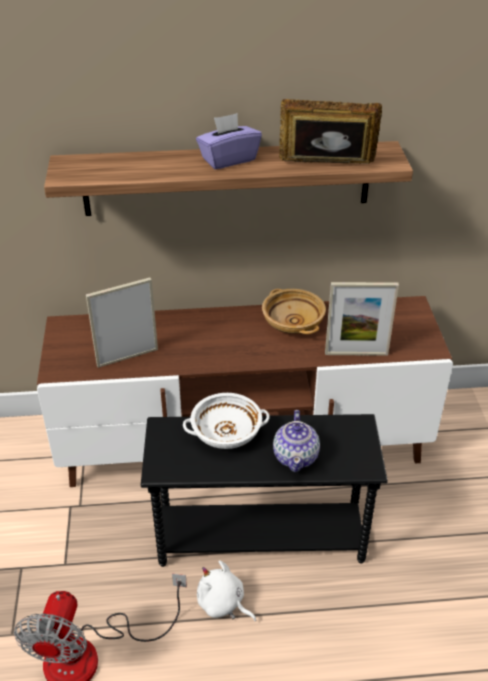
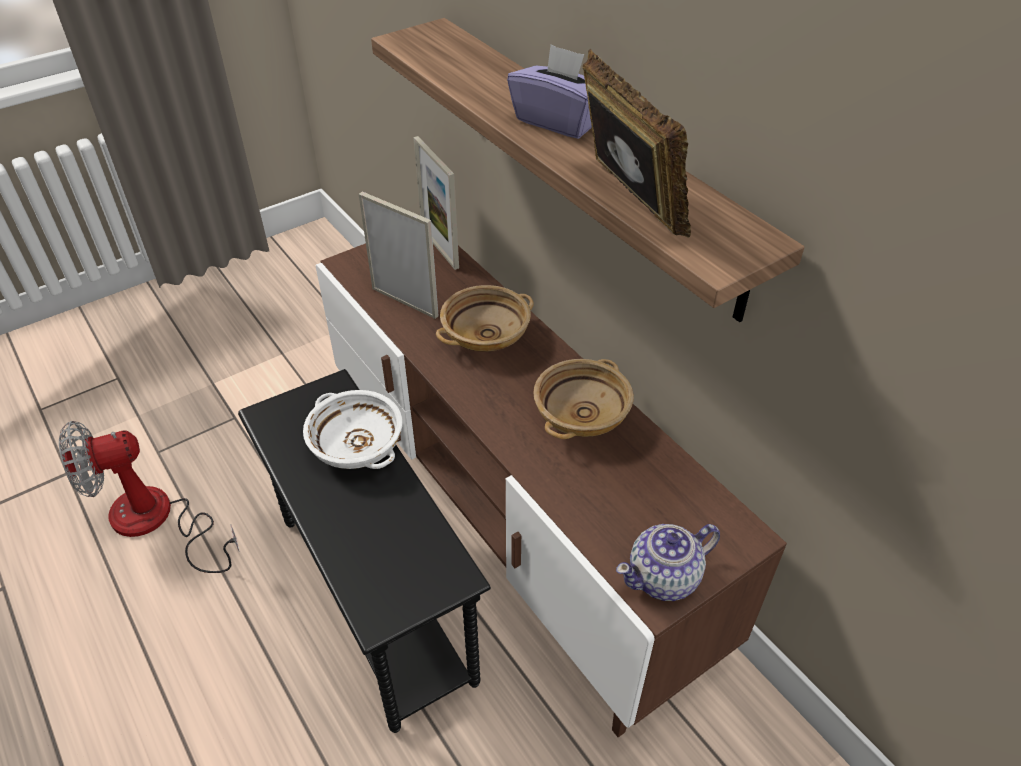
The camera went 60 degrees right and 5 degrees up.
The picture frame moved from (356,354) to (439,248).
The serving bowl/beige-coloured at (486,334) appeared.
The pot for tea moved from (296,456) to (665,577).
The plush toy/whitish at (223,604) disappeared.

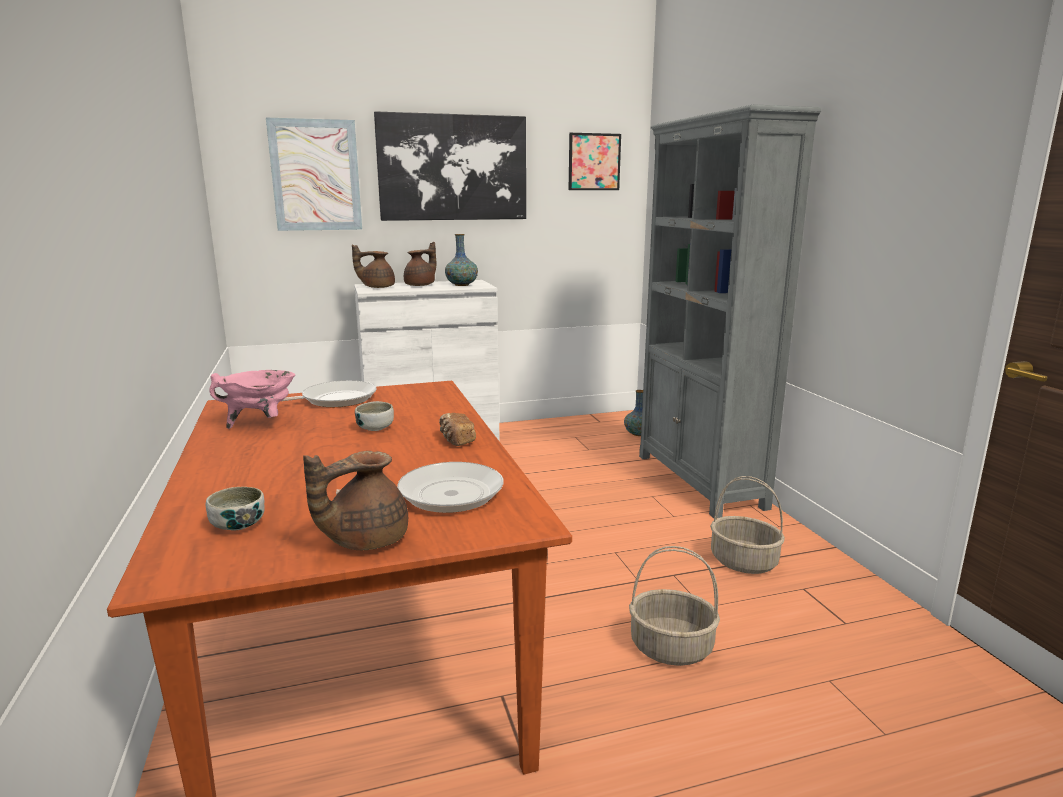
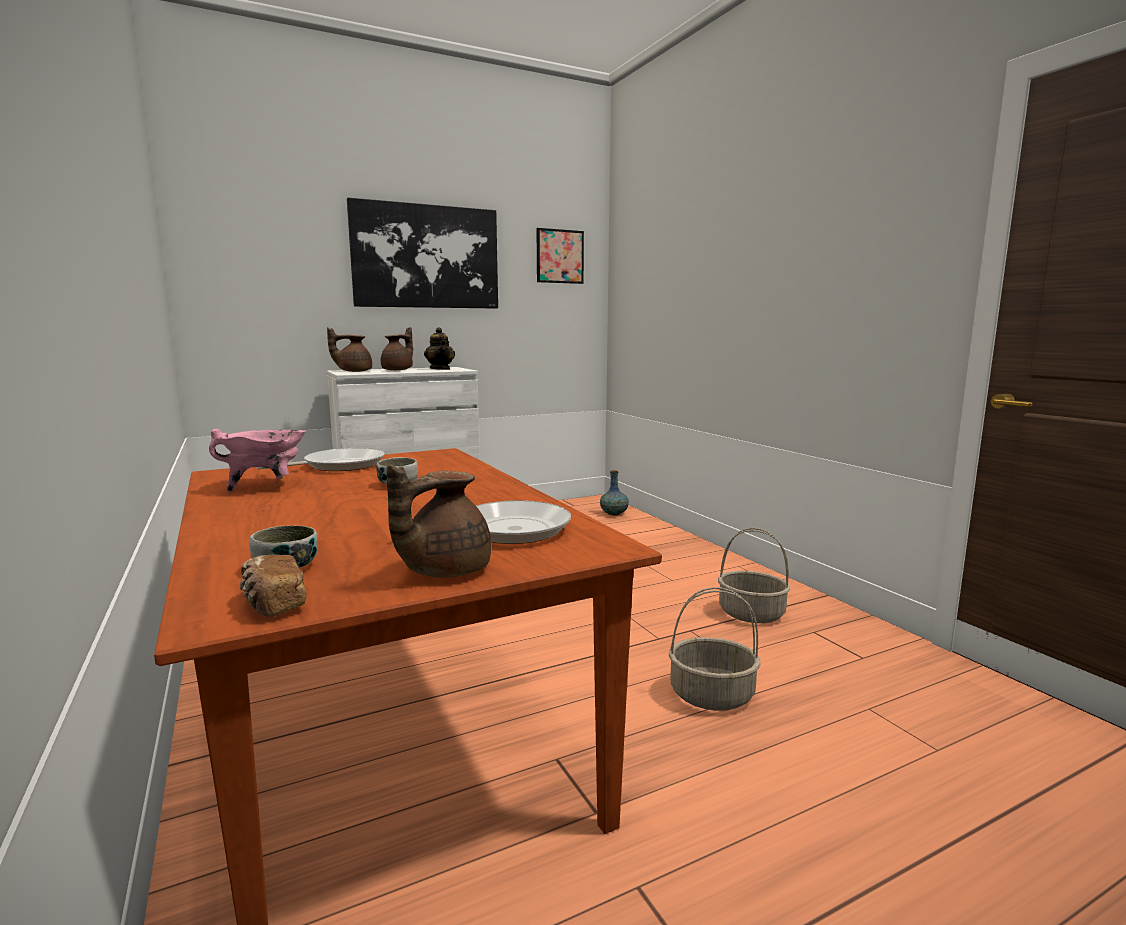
The camera went 10 degrees left and 5 degrees down.
The bread moved from (456,440) to (273,604).
The decorative vase at (462,285) was replaced by the pot for tea at (440,369).
The picture at (315,175) disappeared.
The bookshelf/greyish at (699,481) disappeared.

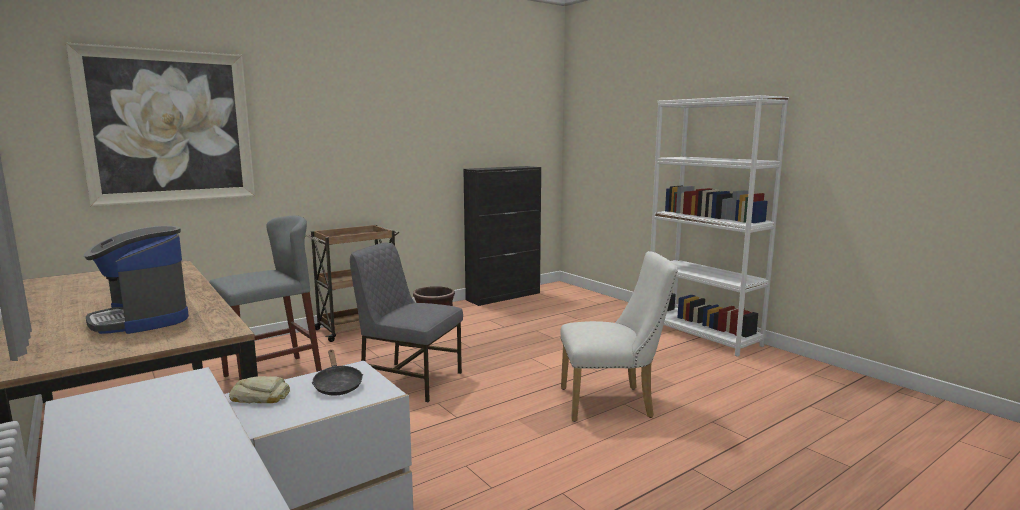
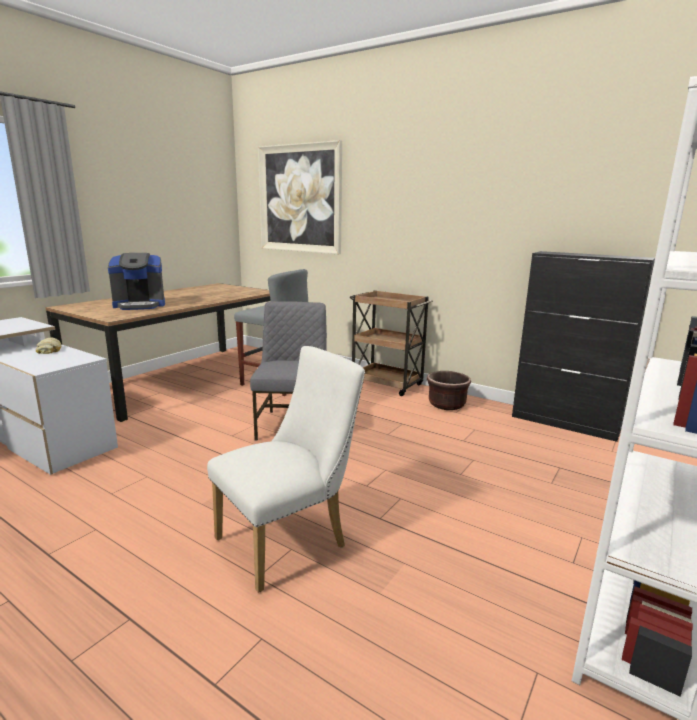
The camera went 70 degrees right and 5 degrees up.
The coffee maker at (142,319) turned 135 degrees counterclockwise.
The plain chair/whitish at (613,403) turned 105 degrees counterclockwise.
The skillet/black-coloured at (337,385) disappeared.

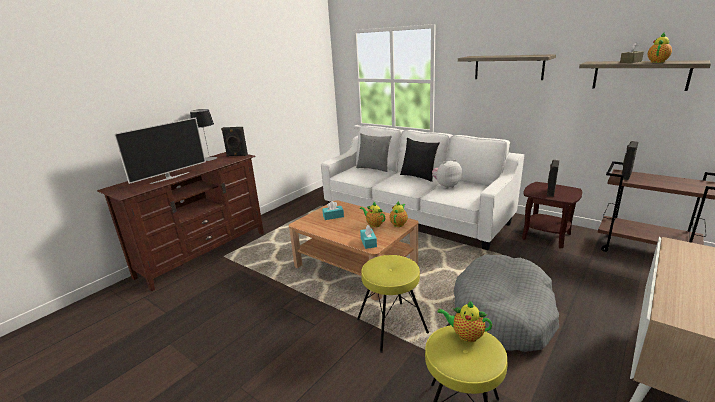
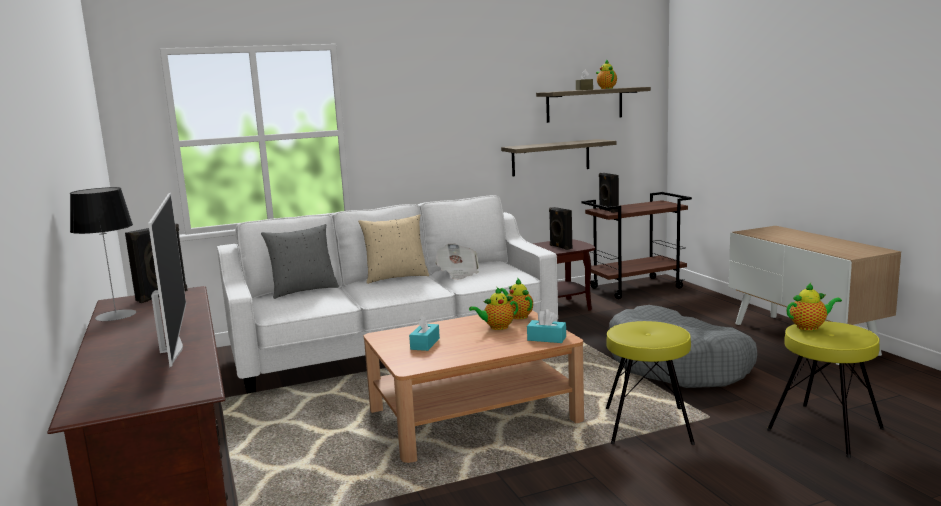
The camera went 60 degrees left and 10 degrees down.
The pillow/black-coloured at (419,176) became the pillow/beige-coloured at (396,277).
The plush toy at (446,186) was replaced by the newspaper at (458,273).
The wall shelf moved from (508,67) to (551,157).
The pot for tea at (465,335) turned 150 degrees counterclockwise.

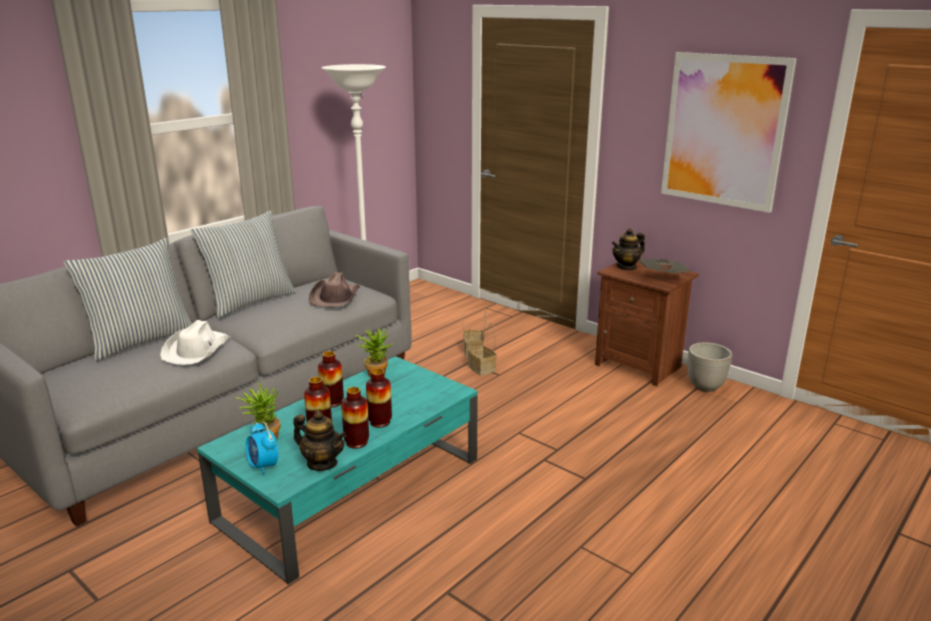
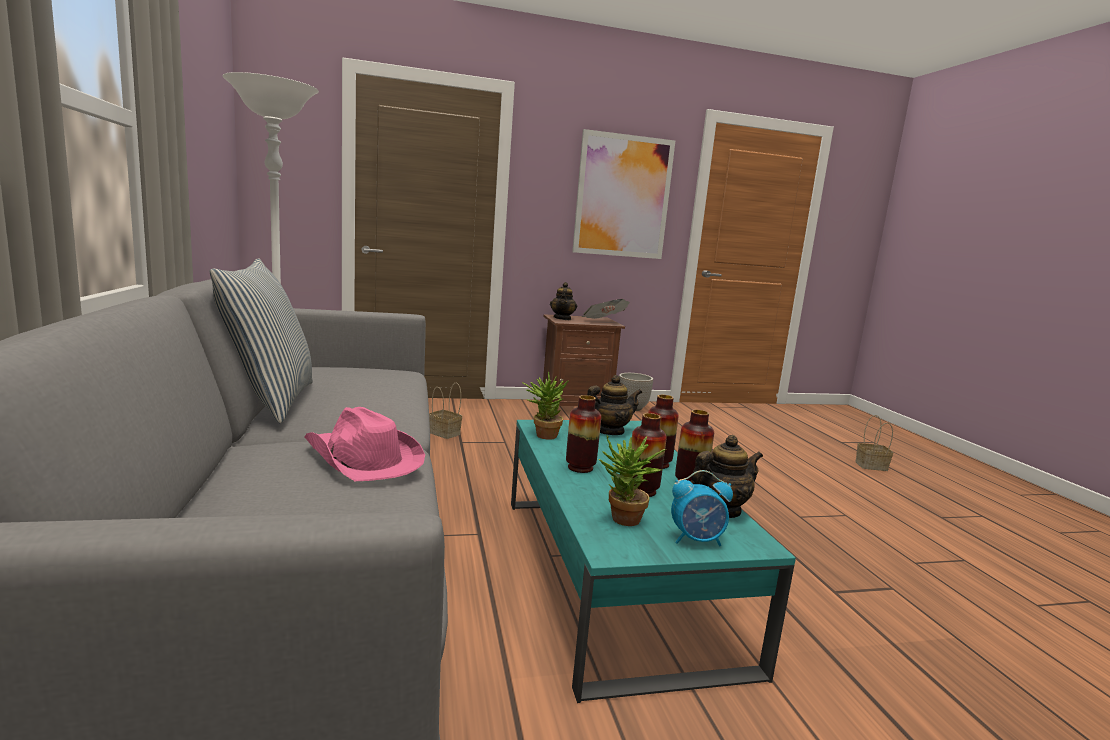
The camera went 55 degrees left and 10 degrees down.
The hat/whitish at (196,350) became the hat/pink-coloured at (362,458).
The pot for tea at (609,431) appeared.
The storage basket moved from (480,368) to (870,466).
The pillow at (140,340) disappeared.
The hat/brown at (335,297) disappeared.

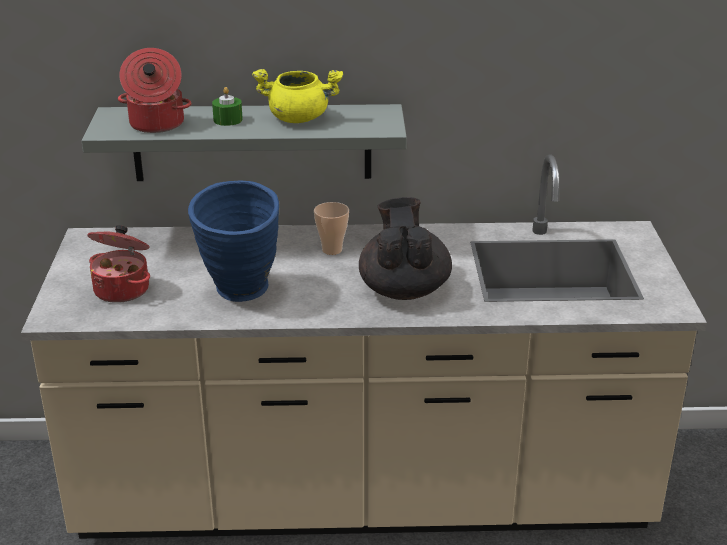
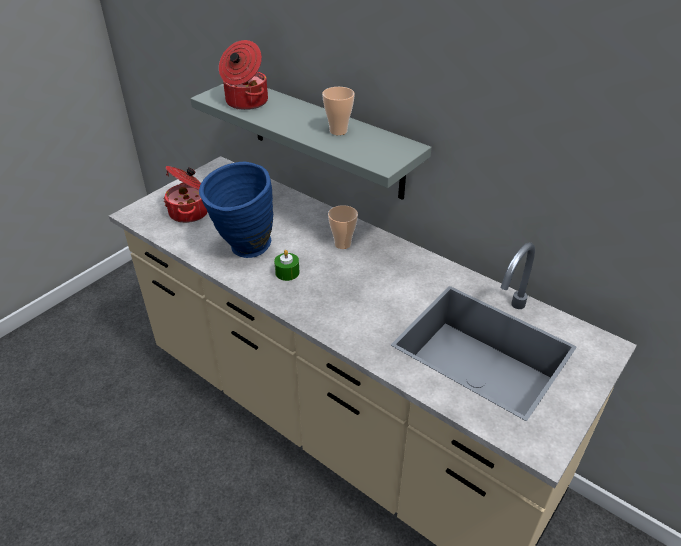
The camera went 40 degrees right and 10 degrees up.
The candle/green-coloured moved from (228,120) to (287,272).
The cooking pot/yellow-coloured at (299,118) was replaced by the cup at (338,131).
The pot for tea/black-coloured at (404,289) disappeared.

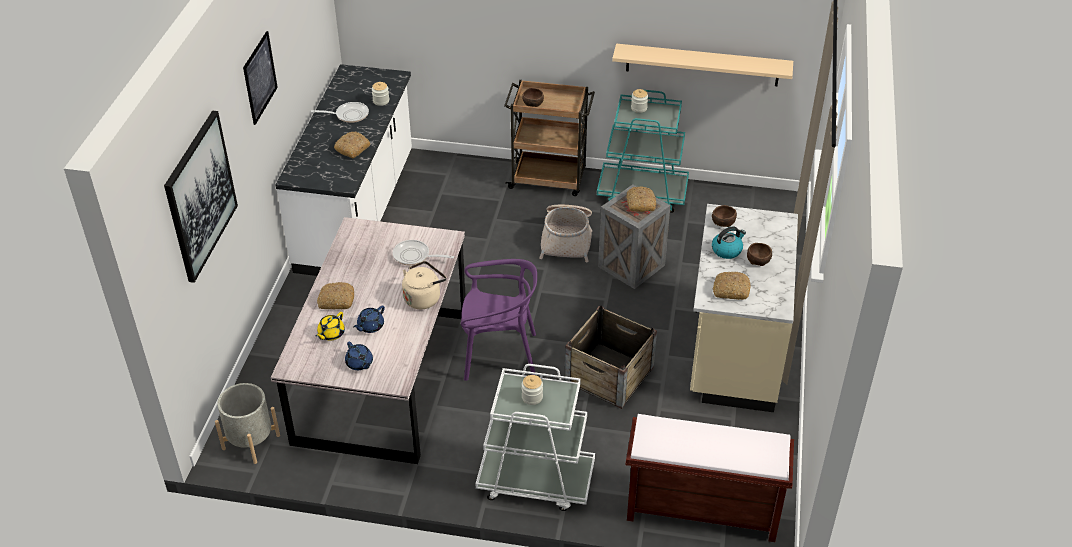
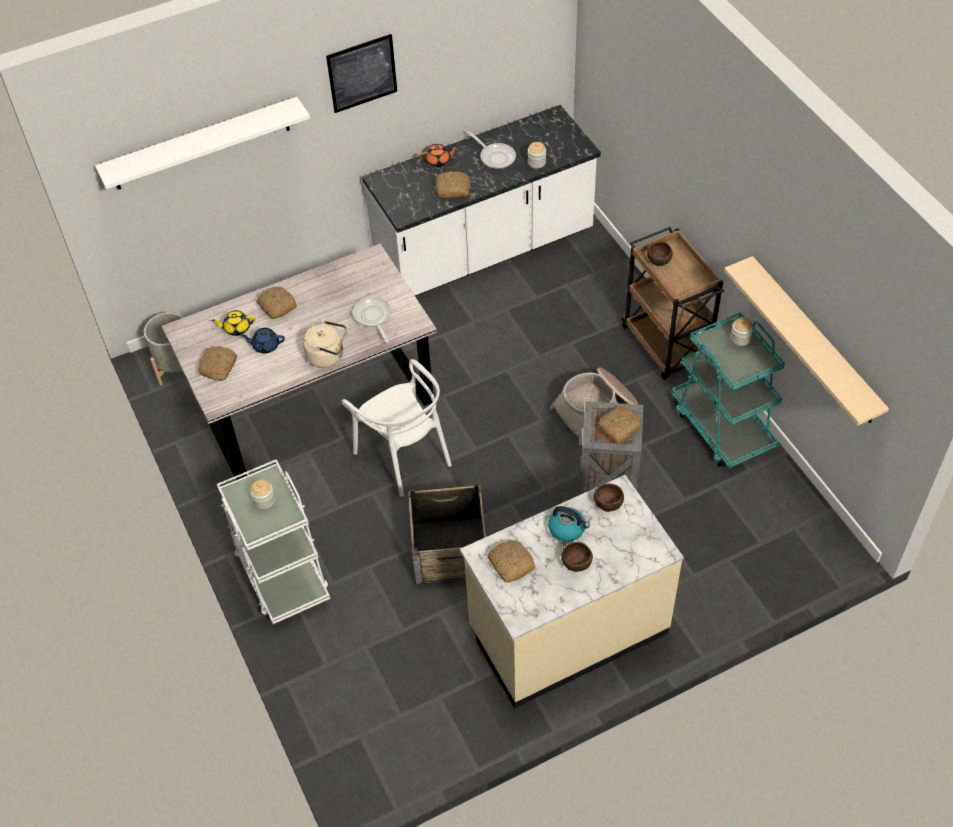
The camera went 55 degrees right and 10 degrees up.
The picture at (200,196) was replaced by the wall shelf/whitish at (201,144).
The pot for tea/blue-coloured at (359,363) was replaced by the bread at (218,367).
The plain chair/purple-coloured at (499,354) became the plain chair/whitish at (404,456).
The pot for tea/orangey at (438,161) appeared.
The indoor bench/brown at (700,510) disappeared.

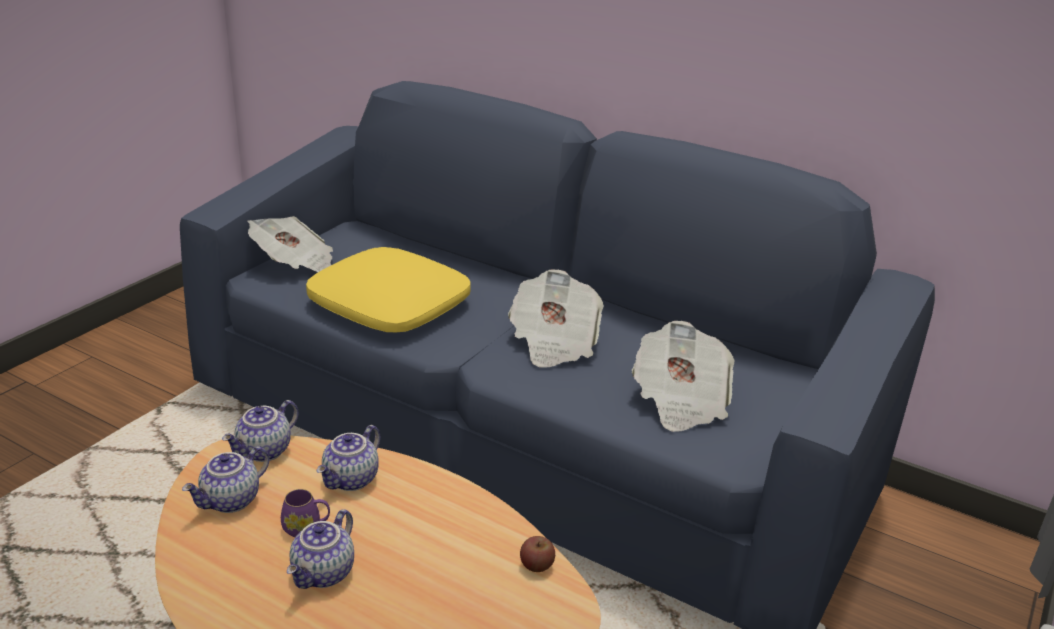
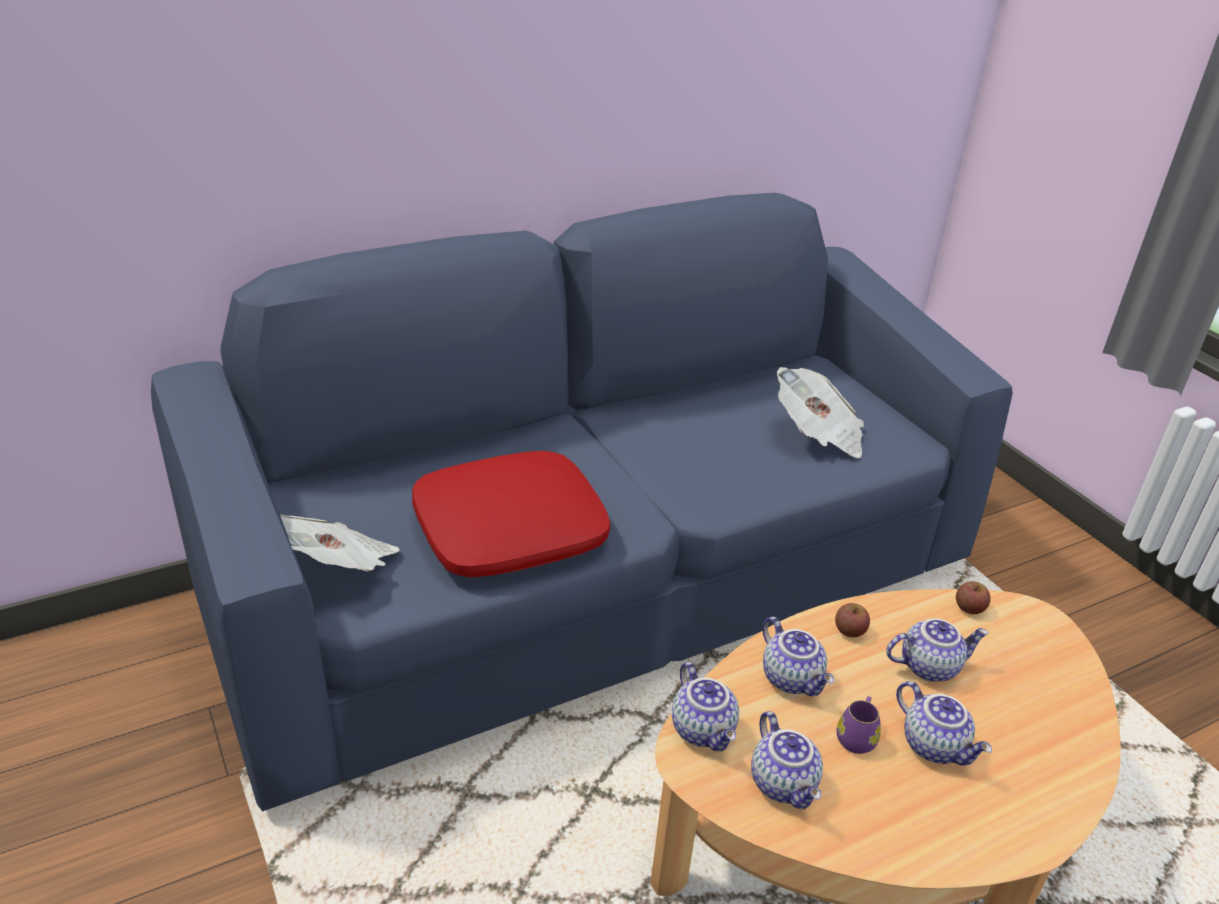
The camera went 60 degrees left and 5 degrees up.
The pillow/yellow-coloured at (390,306) became the pillow/red at (510,530).
The apple at (849,631) appeared.
The pot for tea at (929,666) appeared.
The newspaper at (553,342) disappeared.

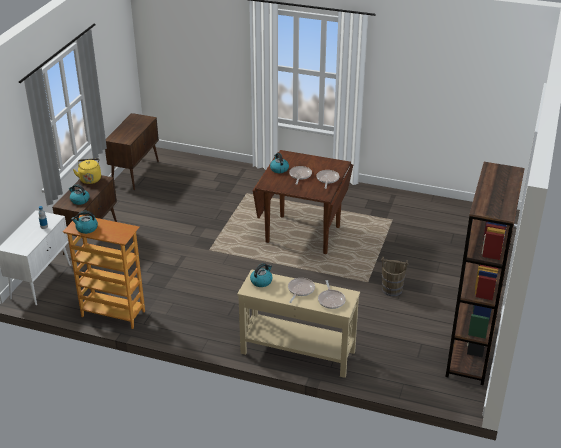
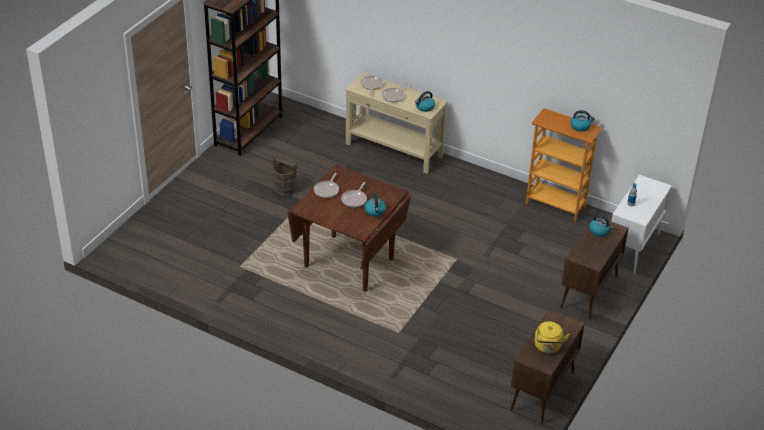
The camera went 170 degrees left and 5 degrees up.
The tea kettle/yellow-coloured moved from (90,179) to (548,347).

